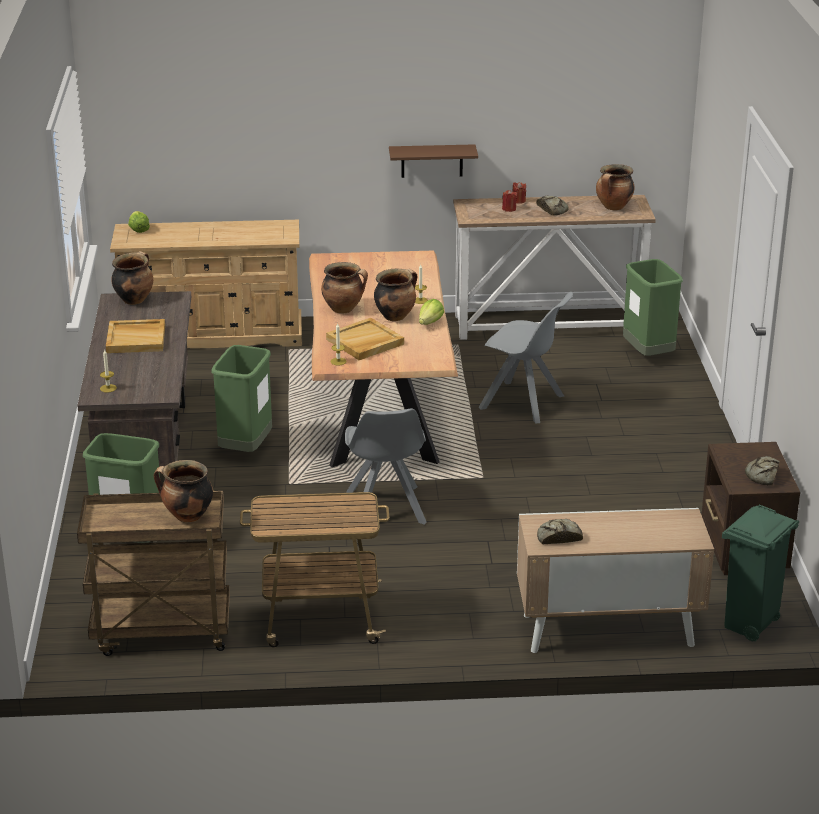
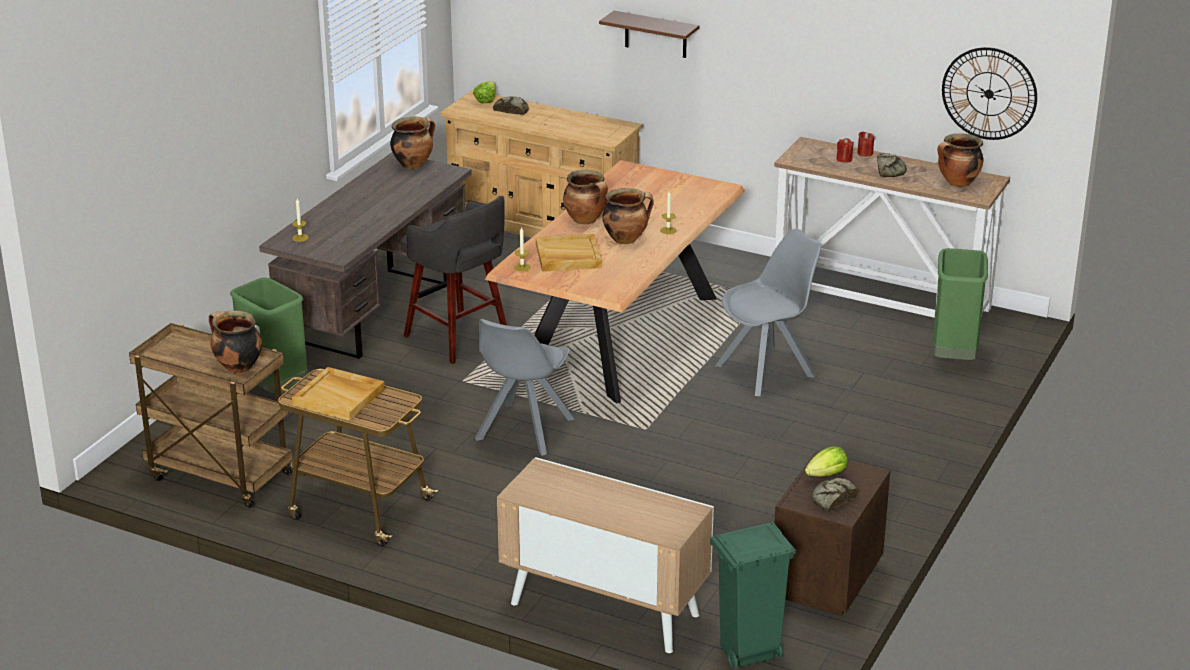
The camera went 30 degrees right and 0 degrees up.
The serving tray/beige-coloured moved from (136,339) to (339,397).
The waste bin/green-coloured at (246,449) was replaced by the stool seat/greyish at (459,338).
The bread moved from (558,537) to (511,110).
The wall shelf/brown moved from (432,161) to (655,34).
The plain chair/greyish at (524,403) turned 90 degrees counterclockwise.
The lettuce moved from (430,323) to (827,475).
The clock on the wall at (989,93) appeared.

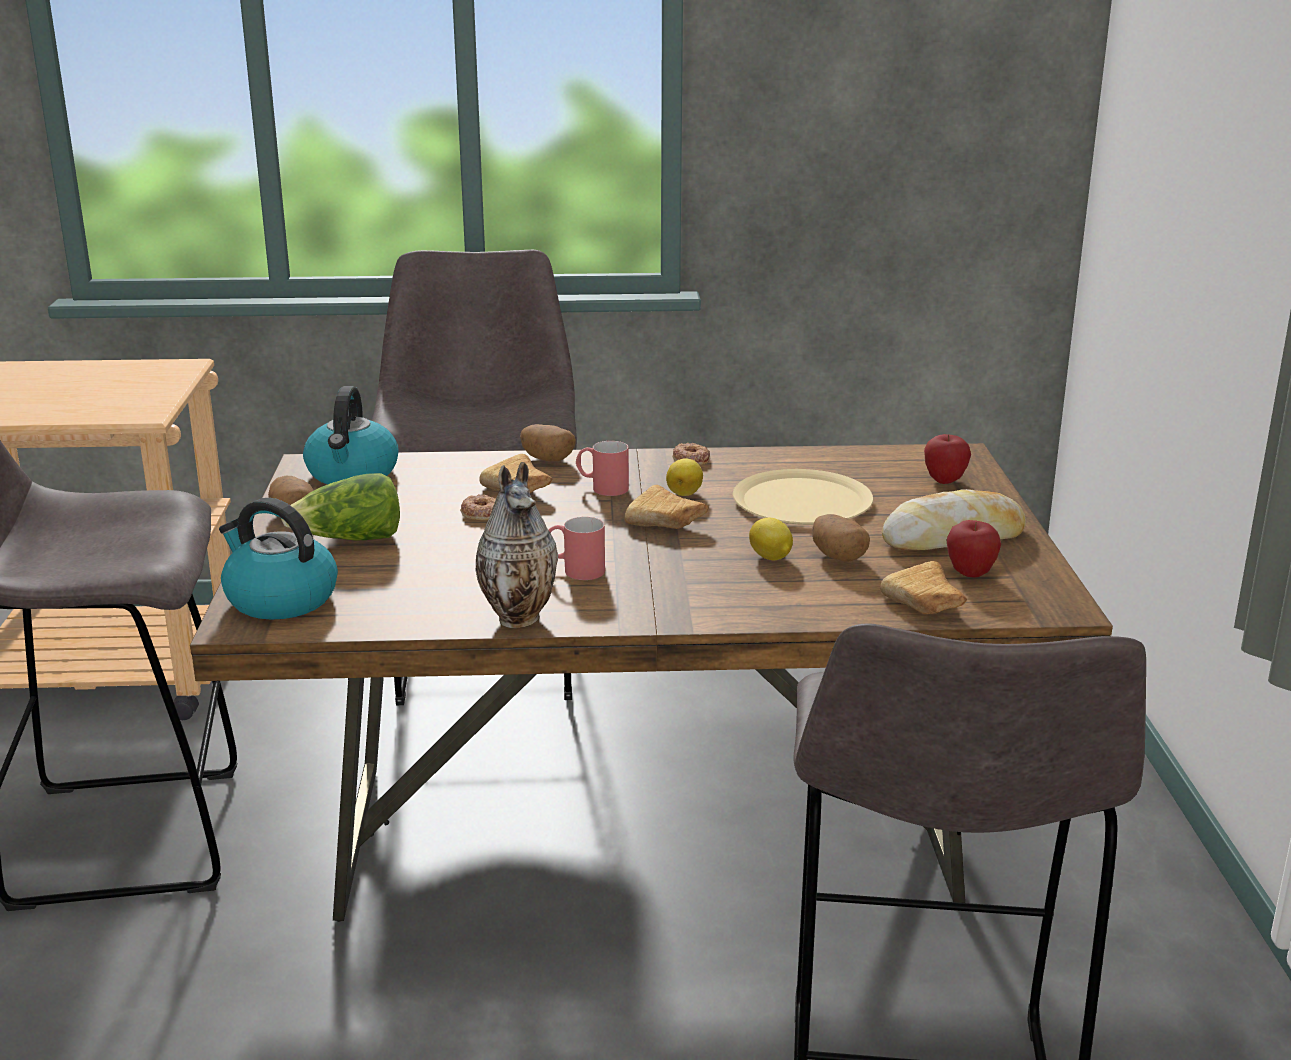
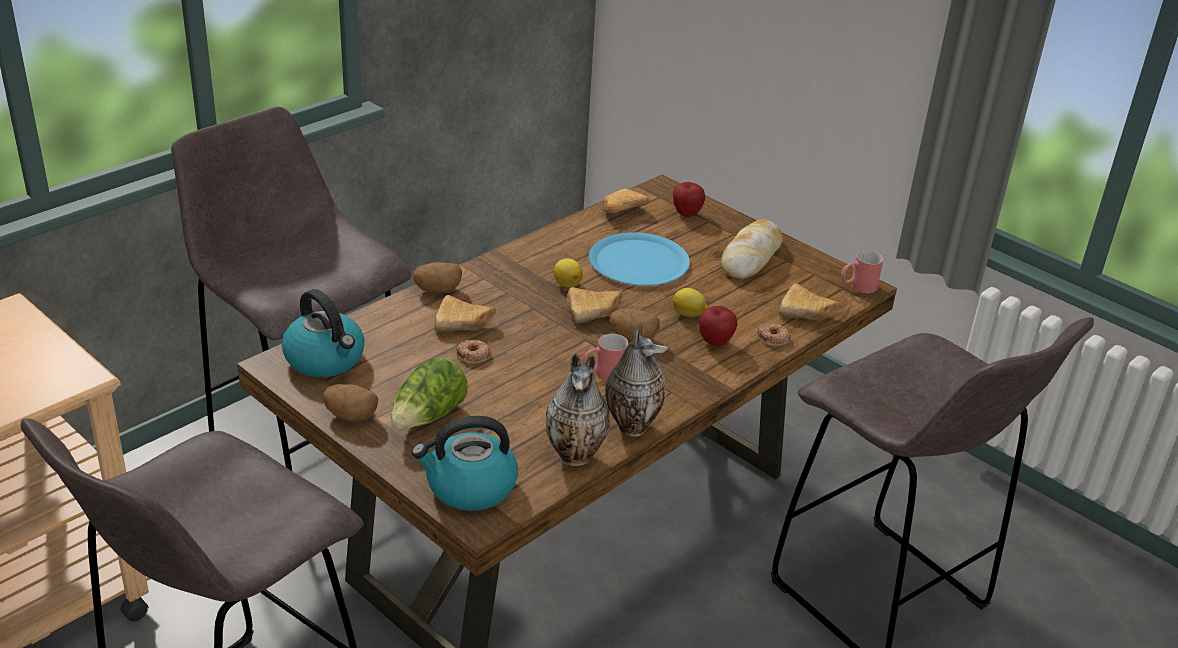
The camera went 45 degrees left and 10 degrees up.
The decorative vase at (577,456) appeared.
The plate/beige-coloured at (802,501) became the plate/blue-coloured at (639,262).
The bread at (620,212) appeared.
The whole potato moved from (838,557) to (632,337).
The apple moved from (970,574) to (715,342).
The doughnut moved from (691,459) to (773,338).
The tea mug/red moved from (602,488) to (857,287).

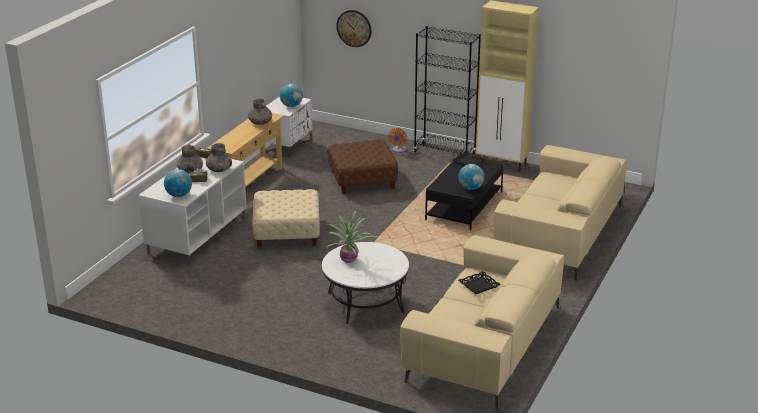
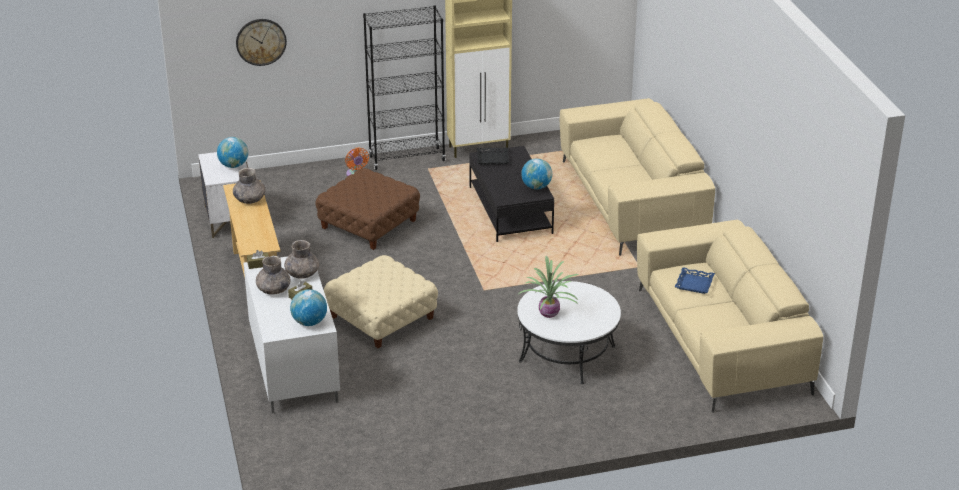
The camera went 40 degrees left and 5 degrees up.
The serving tray/black-coloured at (478,285) became the serving tray/blue-coloured at (694,283).

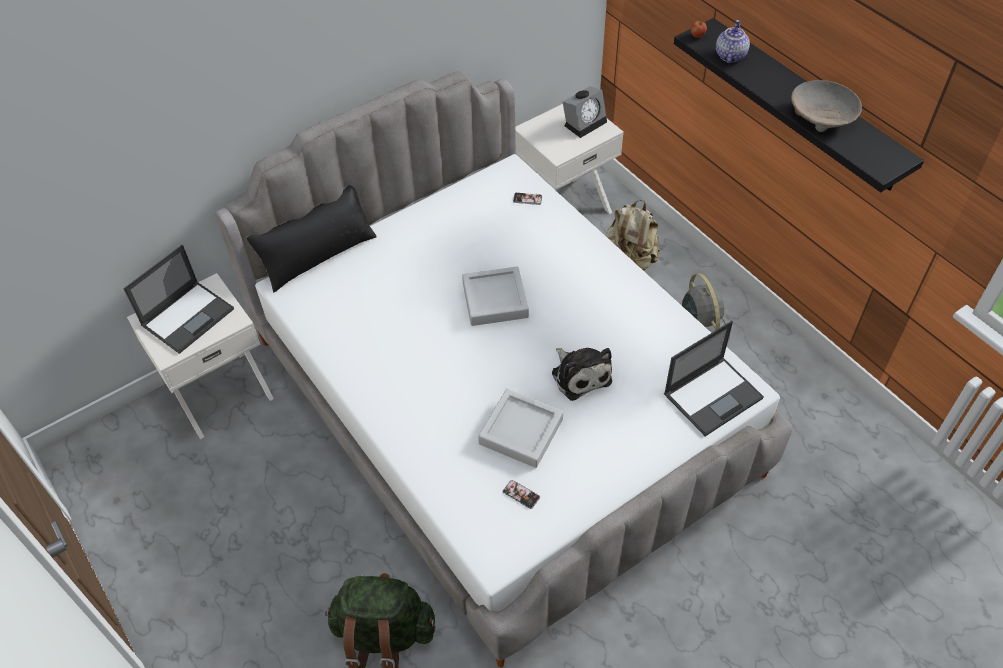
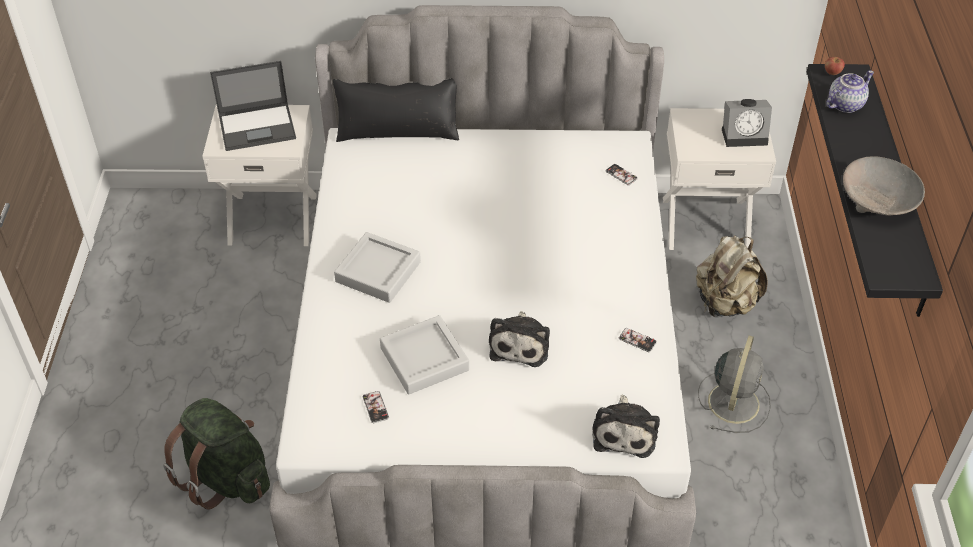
The camera went 35 degrees right and 5 degrees down.
The serving tray/greyish moved from (495,300) to (378,272).
The portable computer at (713,395) was replaced by the plush toy at (624,432).
The handset at (637,340) appeared.

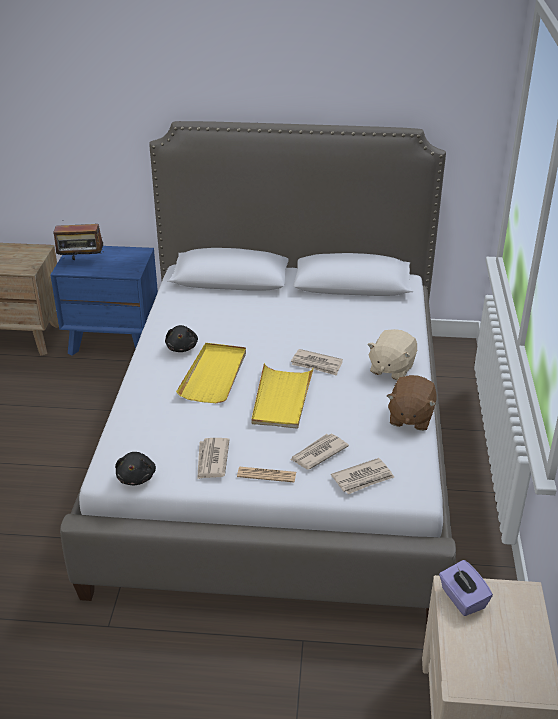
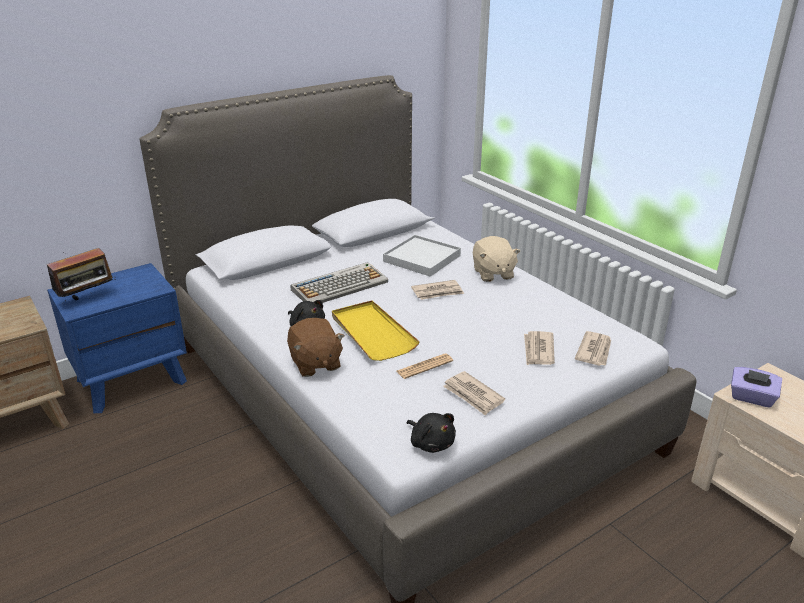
The camera went 40 degrees left and 5 degrees down.
The plush toy/brown moved from (410,417) to (315,363).
The computer keyboard at (340,285) appeared.
The serving tray/whitish at (421,258) appeared.
The newspaper moved from (266,475) to (424,366).
The serving tray/yellow-coloured at (281,399) disappeared.

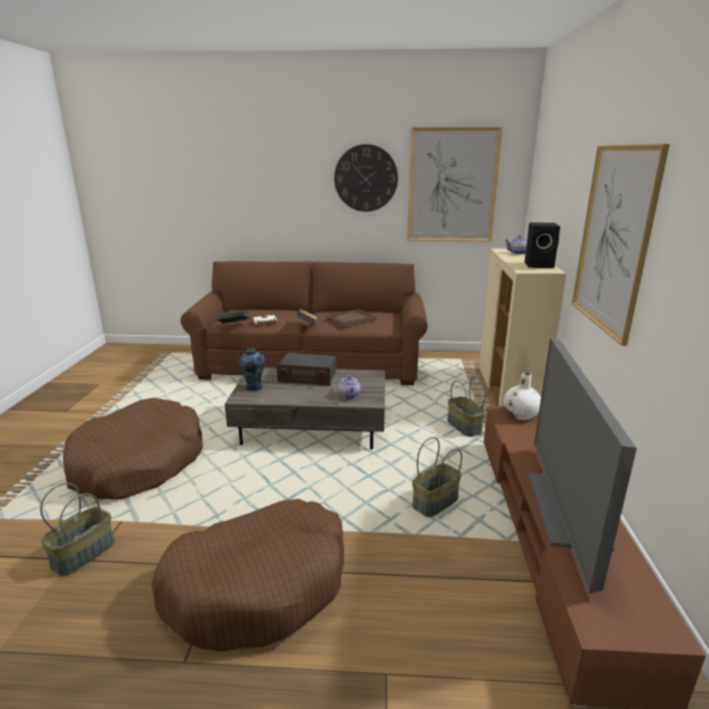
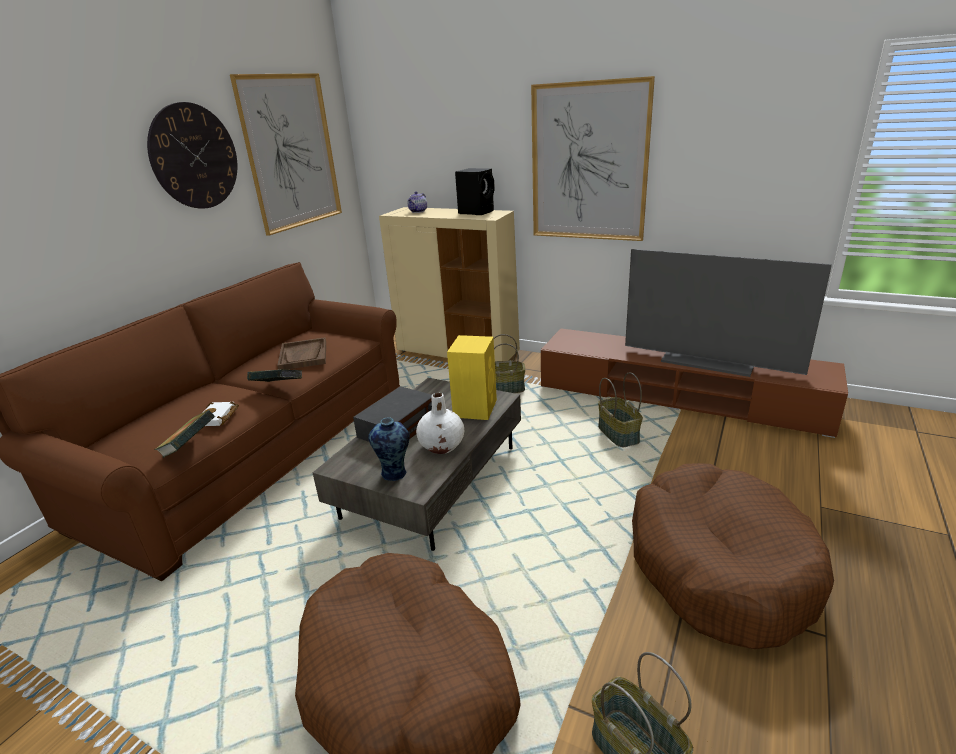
The camera went 65 degrees left and 5 degrees up.
The decorative vase/whitish moved from (521,415) to (442,446).
The pot for tea at (350,395) was replaced by the audio speaker/yellow-coloured at (475,408).

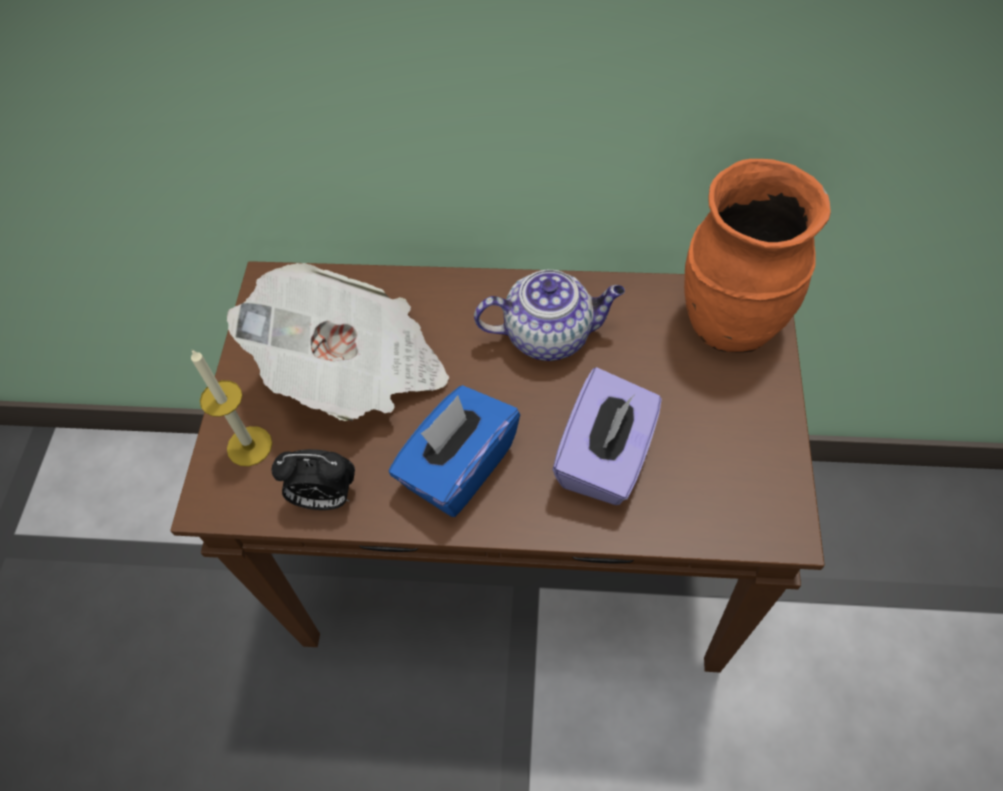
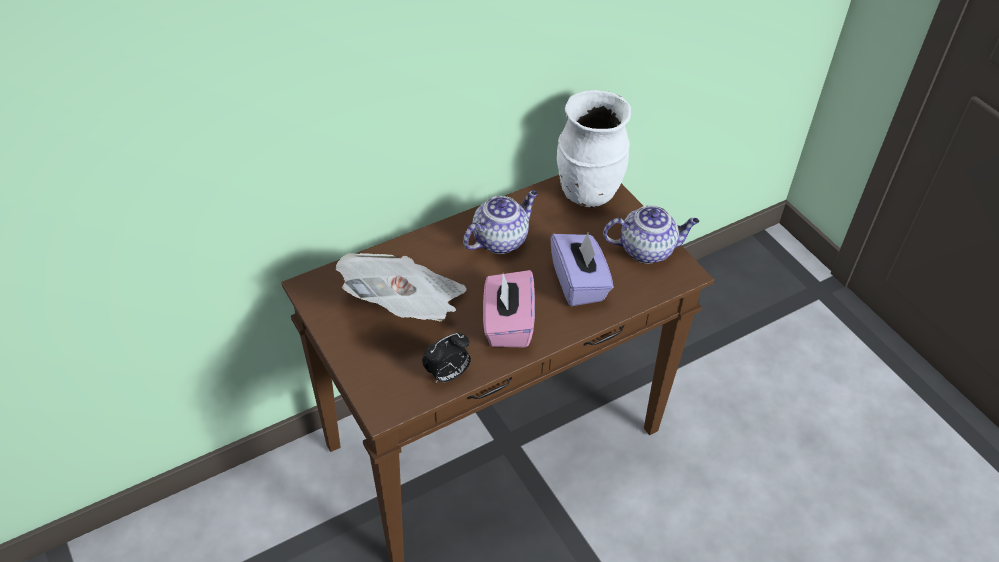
The camera went 40 degrees left and 10 degrees down.
The box of tissues/blue-coloured at (458,467) became the box of tissues/pink-coloured at (507,324).
The decorative vase/orangey at (730,321) became the decorative vase/whitish at (587,192).
The pot for tea at (647,249) appeared.
The candle at (249,446) disappeared.

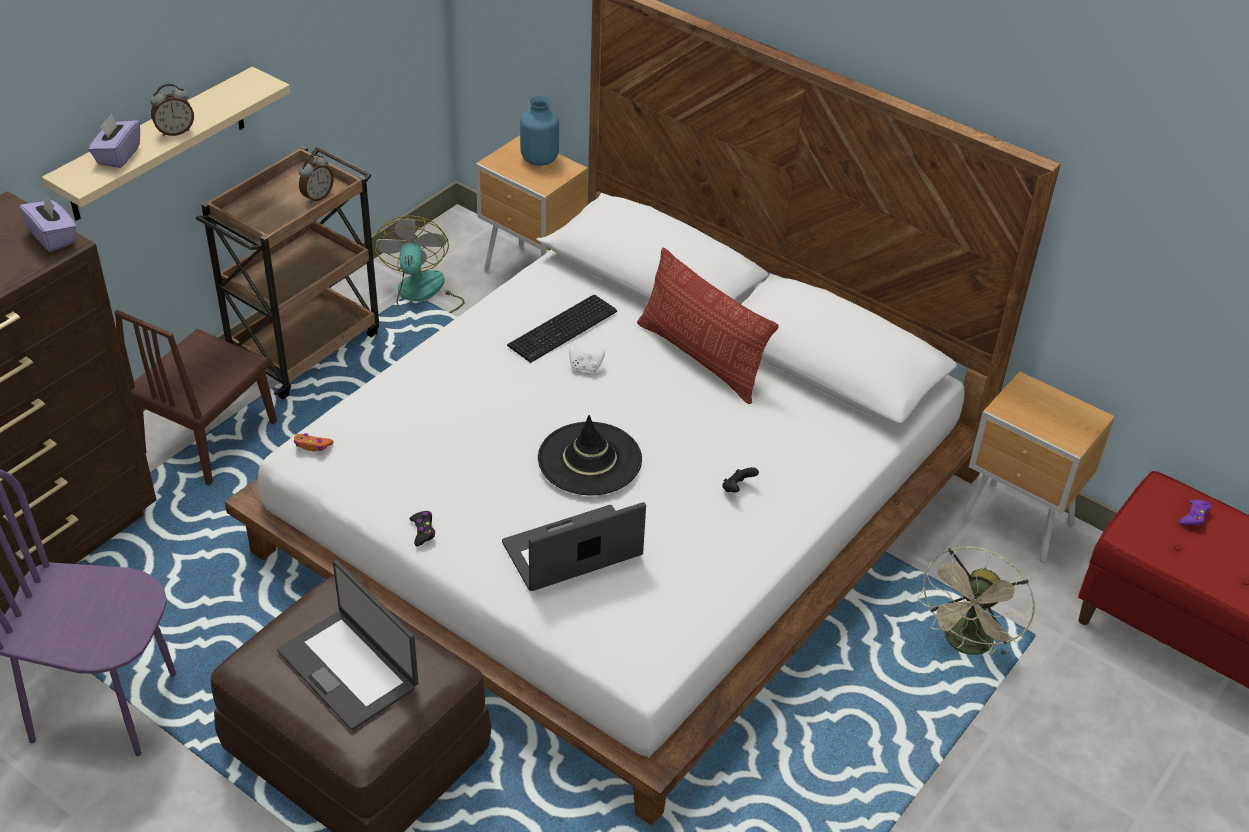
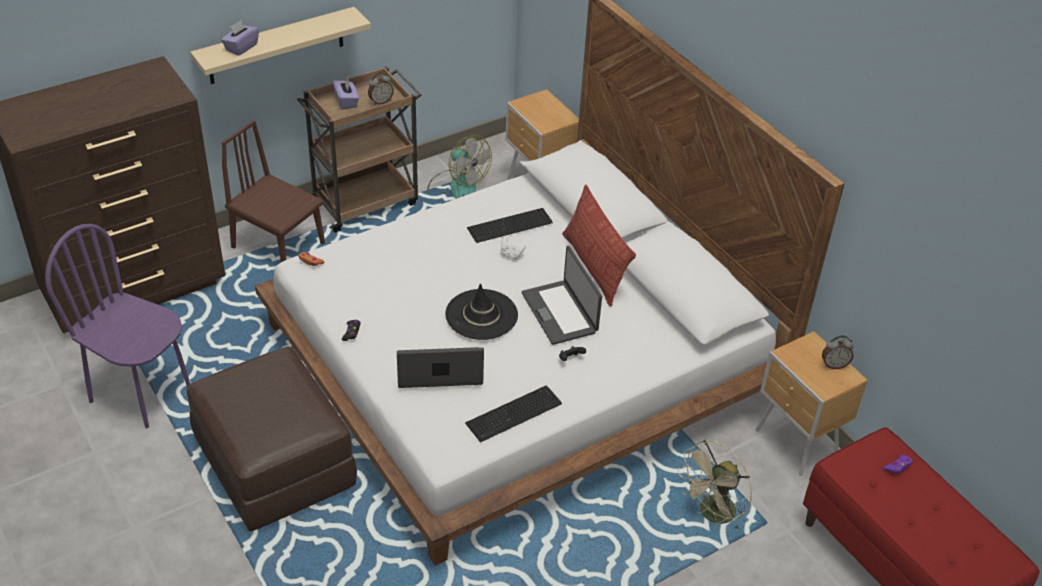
The camera went 20 degrees right and 0 degrees up.
The plain chair/brown at (209,437) turned 75 degrees clockwise.
The box of tissues/purple-coloured moved from (53,237) to (346,102).
The cooling fan at (421,295) turned 120 degrees clockwise.
The computer keyboard at (515,414) appeared.
The portable computer moved from (349,668) to (560,312).
The table clock moved from (175,131) to (834,365).
The decorative vase/blue-coloured at (539,160) disappeared.

